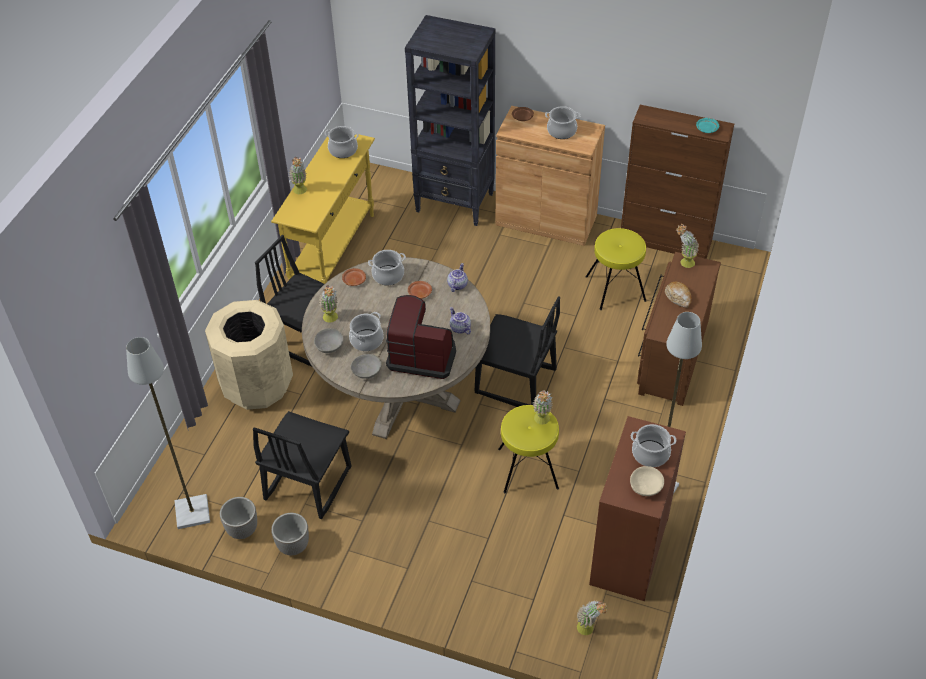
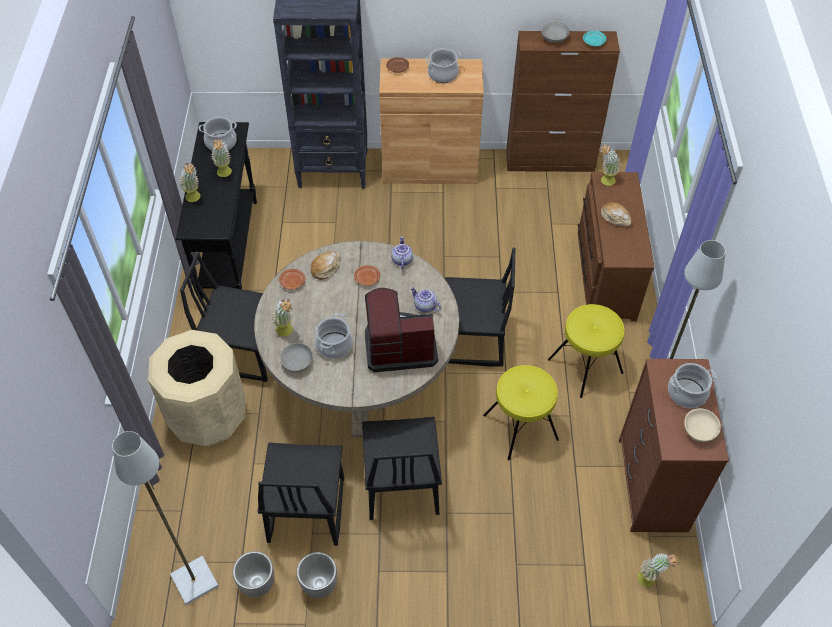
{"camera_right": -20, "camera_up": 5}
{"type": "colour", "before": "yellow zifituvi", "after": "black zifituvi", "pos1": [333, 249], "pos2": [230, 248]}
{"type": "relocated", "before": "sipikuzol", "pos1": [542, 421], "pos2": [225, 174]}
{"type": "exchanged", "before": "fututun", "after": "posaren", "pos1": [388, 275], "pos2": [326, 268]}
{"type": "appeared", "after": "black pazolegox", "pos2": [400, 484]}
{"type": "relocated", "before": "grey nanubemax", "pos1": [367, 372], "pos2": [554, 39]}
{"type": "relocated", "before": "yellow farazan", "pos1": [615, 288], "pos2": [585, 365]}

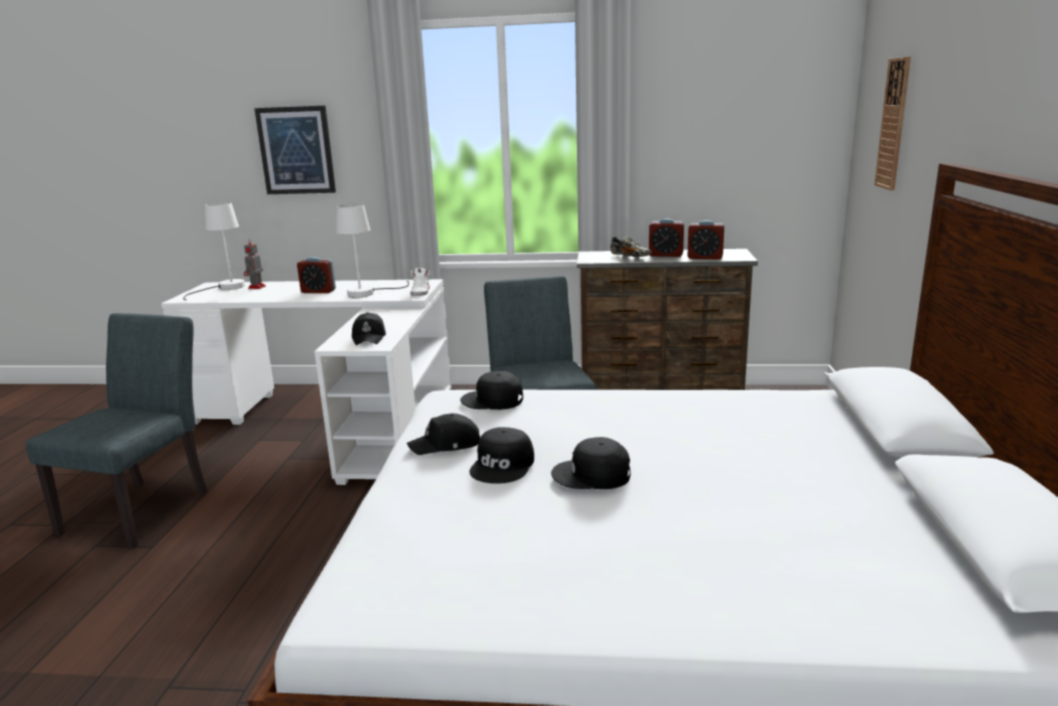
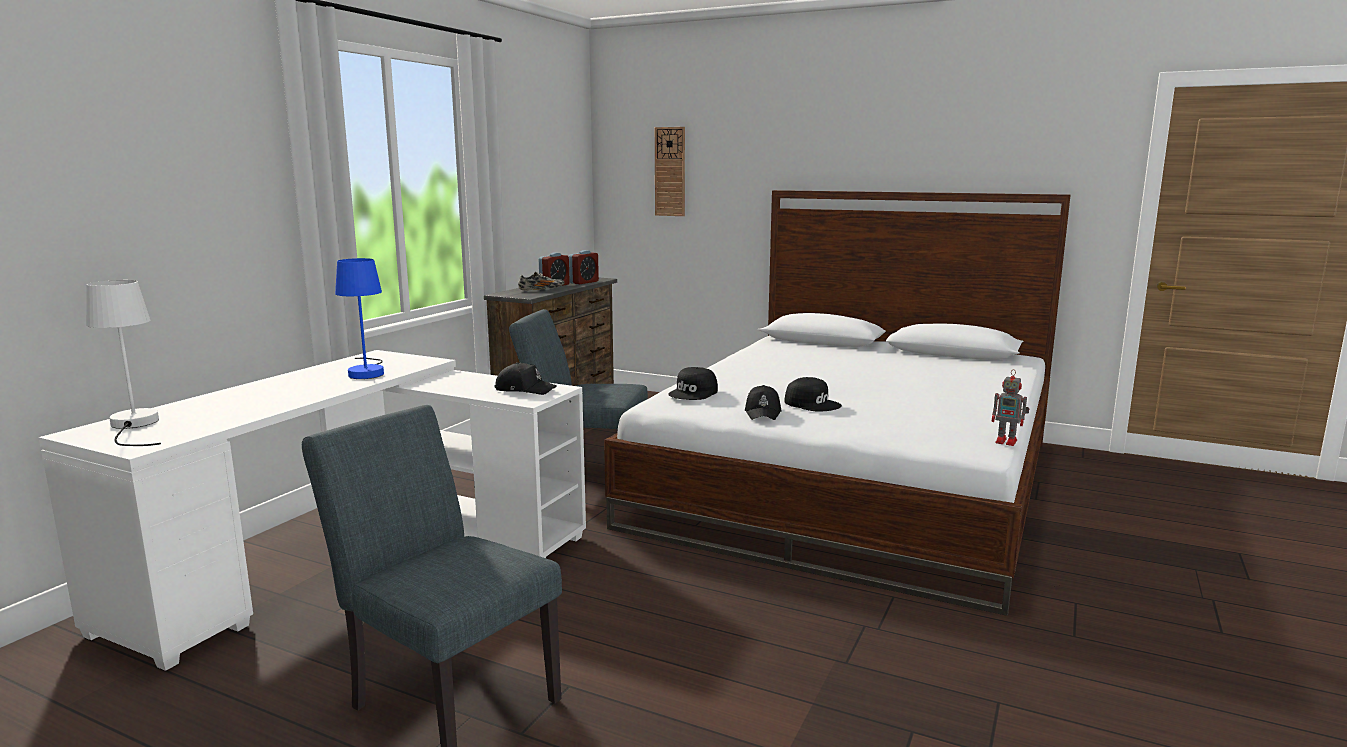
{"camera_right": -70, "camera_up": -5}
{"type": "colour", "before": "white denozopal", "after": "blue denozopal", "pos1": [368, 292], "pos2": [367, 372]}
{"type": "relocated", "before": "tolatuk", "pos1": [256, 287], "pos2": [1007, 441]}
{"type": "missing", "before": "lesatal", "pos1": [296, 150]}
{"type": "missing", "before": "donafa", "pos1": [318, 291]}
{"type": "missing", "before": "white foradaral", "pos1": [421, 292]}
{"type": "missing", "before": "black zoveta", "pos1": [592, 475]}

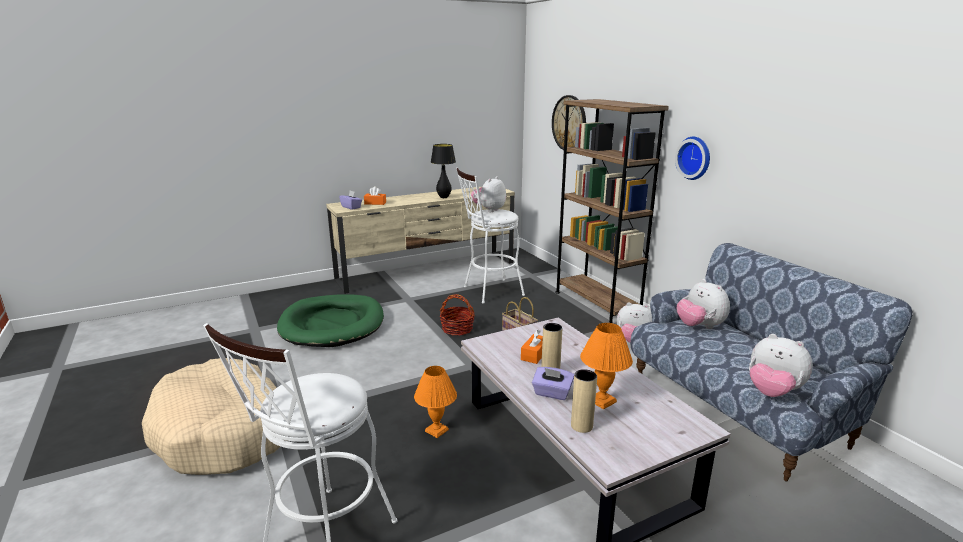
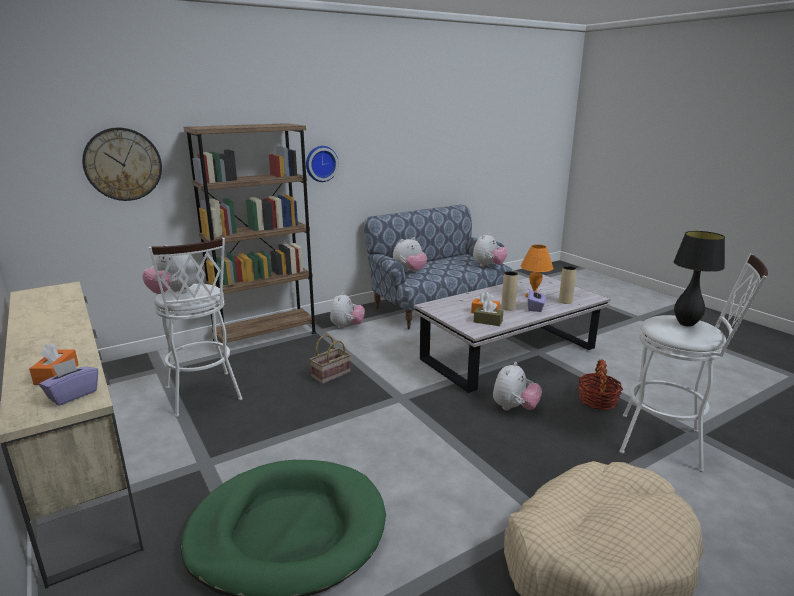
{"camera_right": -95, "camera_up": 0}
{"type": "appeared", "after": "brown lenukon", "pos2": [488, 321]}
{"type": "exchanged", "before": "orange denozopal", "after": "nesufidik", "pos1": [437, 430], "pos2": [514, 408]}
{"type": "relocated", "before": "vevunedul", "pos1": [457, 329], "pos2": [597, 400]}
{"type": "relocated", "before": "black denozopal", "pos1": [444, 197], "pos2": [686, 324]}

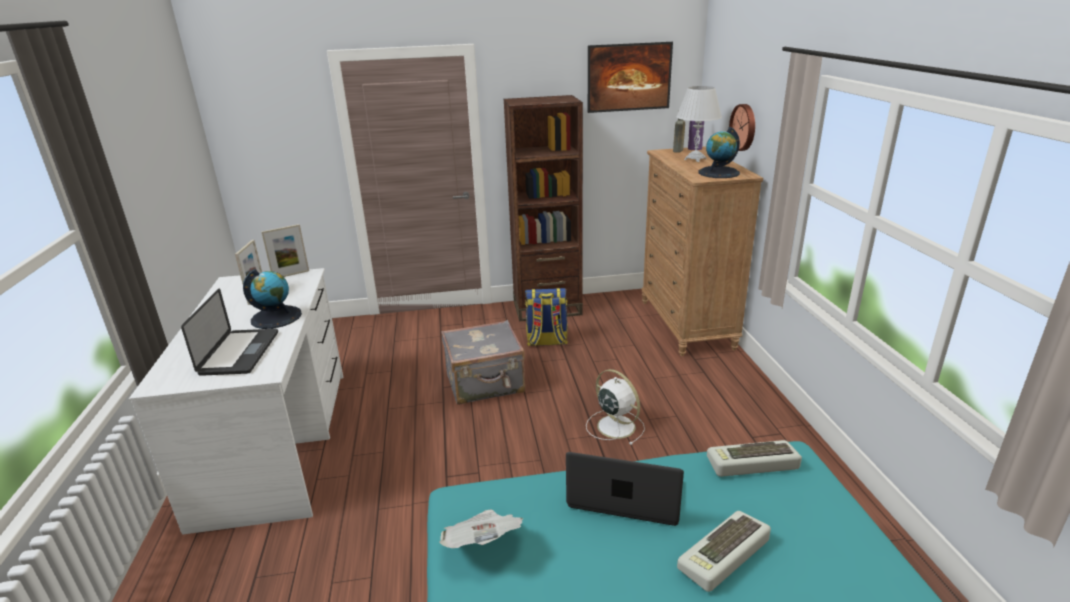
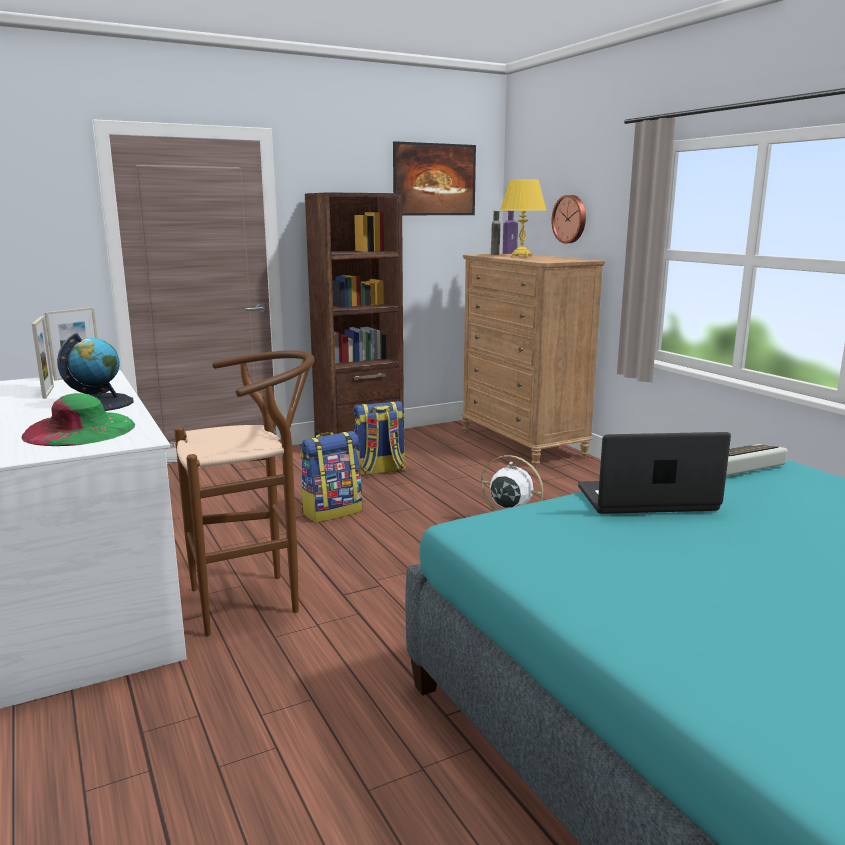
{"camera_right": -20, "camera_up": -10}
{"type": "exchanged", "before": "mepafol", "after": "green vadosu", "pos1": [240, 353], "pos2": [79, 430]}
{"type": "appeared", "after": "brown farazan", "pos2": [256, 600]}
{"type": "exchanged", "before": "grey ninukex", "after": "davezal", "pos1": [485, 384], "pos2": [332, 511]}
{"type": "colour", "before": "white denozopal", "after": "yellow denozopal", "pos1": [695, 159], "pos2": [521, 256]}
{"type": "missing", "before": "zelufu", "pos1": [482, 544]}
{"type": "missing", "before": "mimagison", "pos1": [725, 556]}
{"type": "missing", "before": "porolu", "pos1": [718, 173]}

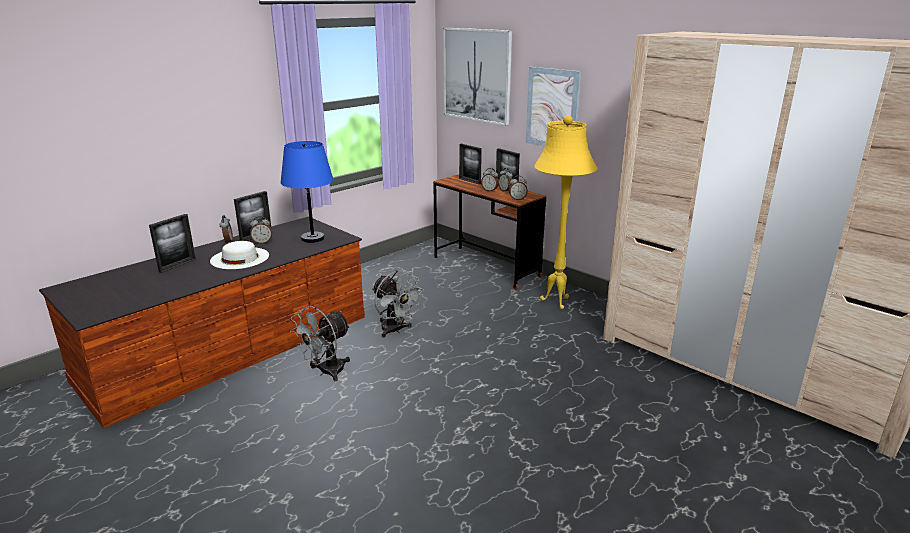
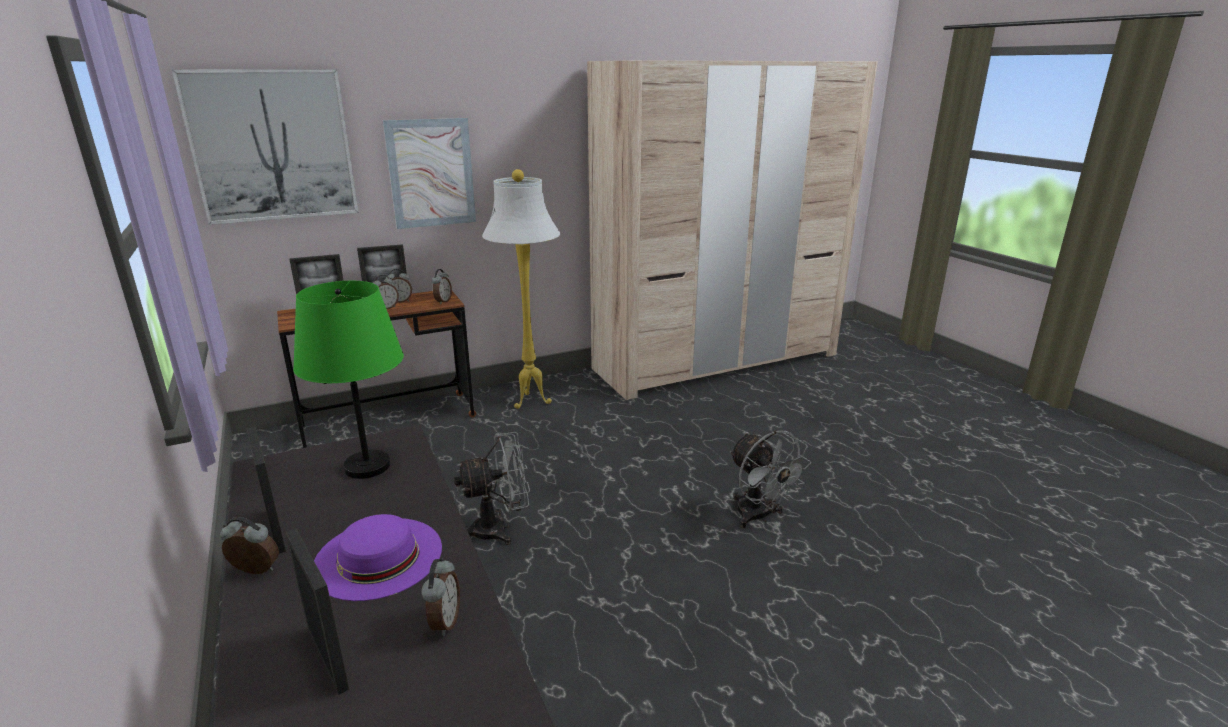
{"camera_right": -70, "camera_up": 0}
{"type": "colour", "before": "blue denozopal", "after": "green denozopal", "pos1": [313, 238], "pos2": [368, 466]}
{"type": "colour", "before": "white vadosu", "after": "purple vadosu", "pos1": [240, 258], "pos2": [378, 557]}
{"type": "relocated", "before": "donafa", "pos1": [262, 242], "pos2": [444, 622]}
{"type": "colour", "before": "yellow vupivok", "after": "white vupivok", "pos1": [555, 302], "pos2": [530, 403]}
{"type": "relocated", "before": "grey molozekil", "pos1": [326, 372], "pos2": [759, 517]}

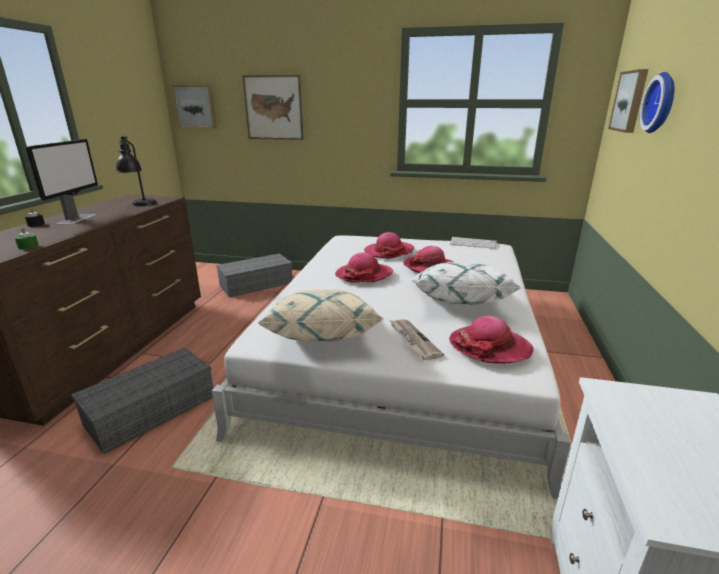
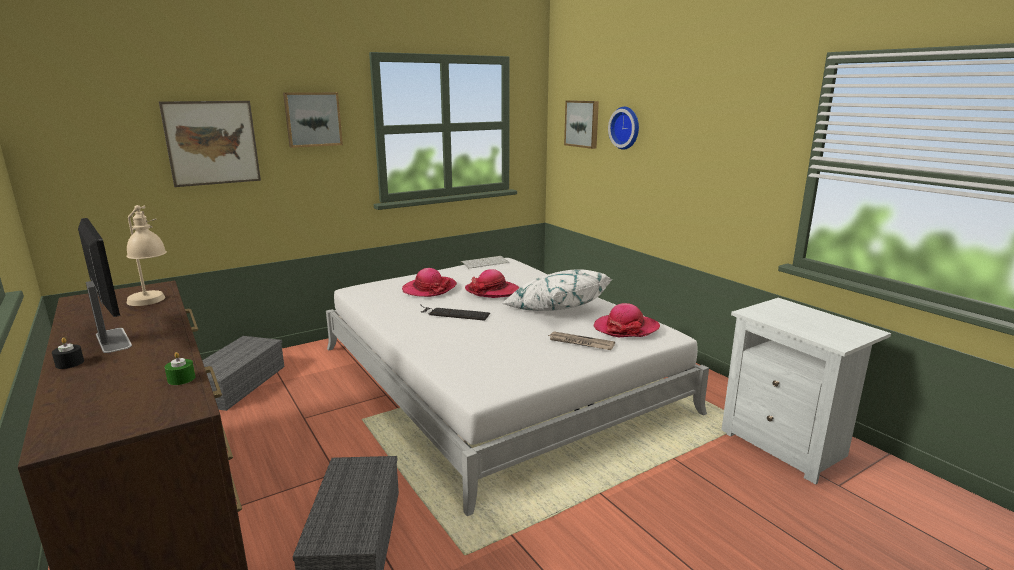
{"camera_right": -45, "camera_up": -5}
{"type": "colour", "before": "black denozopal", "after": "beige denozopal", "pos1": [141, 206], "pos2": [152, 303]}
{"type": "relocated", "before": "lesatal", "pos1": [196, 106], "pos2": [313, 119]}
{"type": "exchanged", "before": "vadosu", "after": "mimagison", "pos1": [364, 275], "pos2": [452, 313]}
{"type": "missing", "before": "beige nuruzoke", "pos1": [321, 334]}

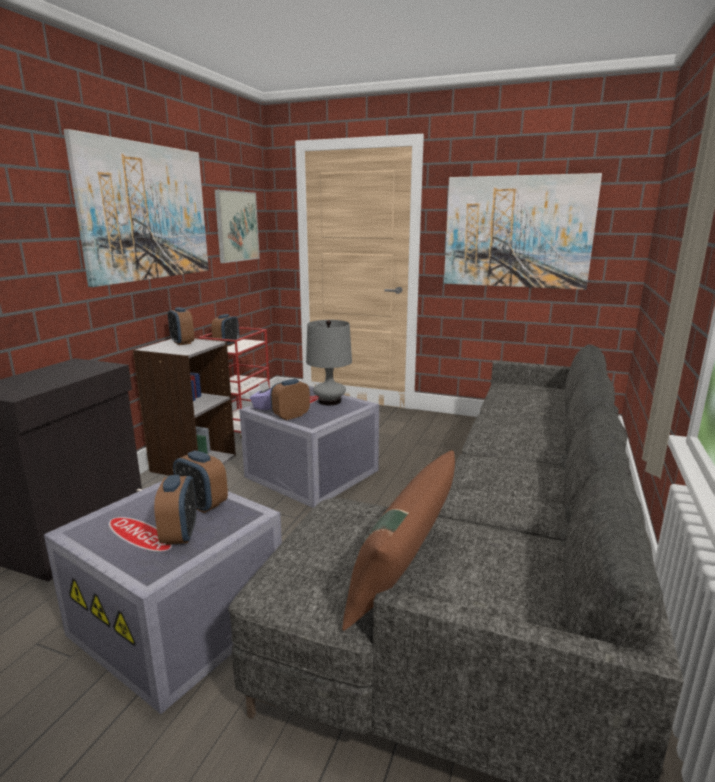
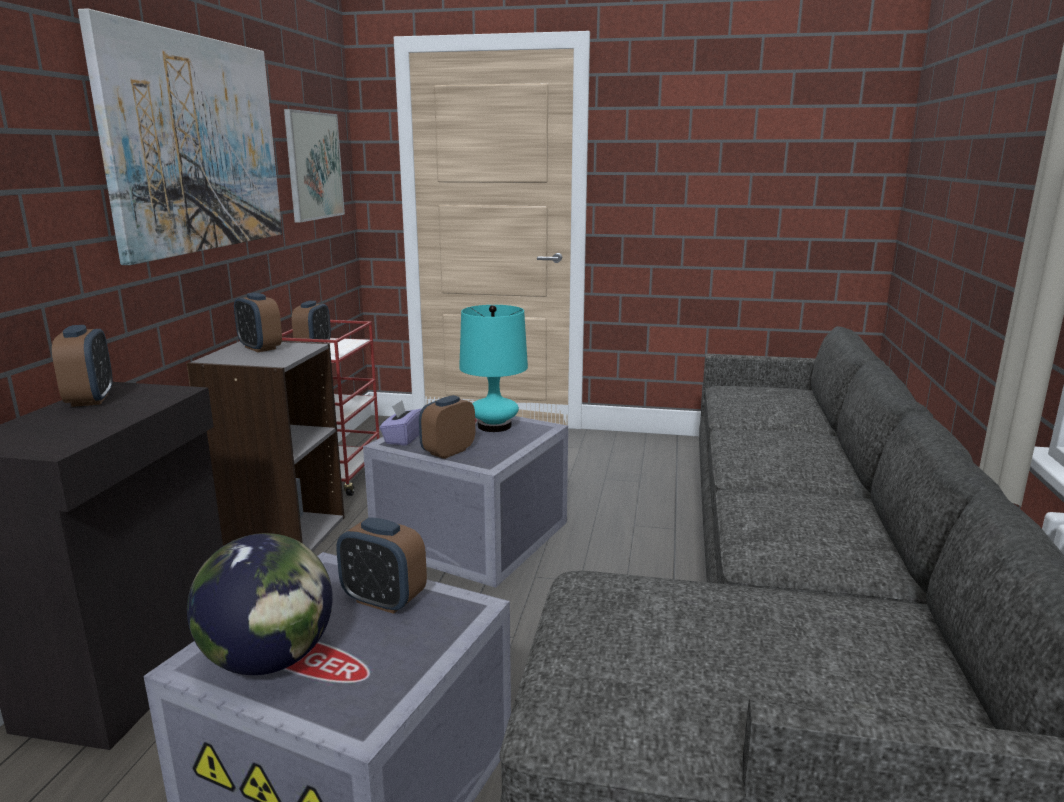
{"camera_right": -10, "camera_up": 0}
{"type": "relocated", "before": "donafa", "pos1": [180, 534], "pos2": [90, 399]}
{"type": "appeared", "after": "porolu", "pos2": [270, 660]}
{"type": "colour", "before": "grey denozopal", "after": "turquoise denozopal", "pos1": [329, 401], "pos2": [494, 426]}
{"type": "missing", "before": "brown nuruzoke", "pos1": [403, 571]}
{"type": "missing", "before": "lesatal", "pos1": [517, 232]}

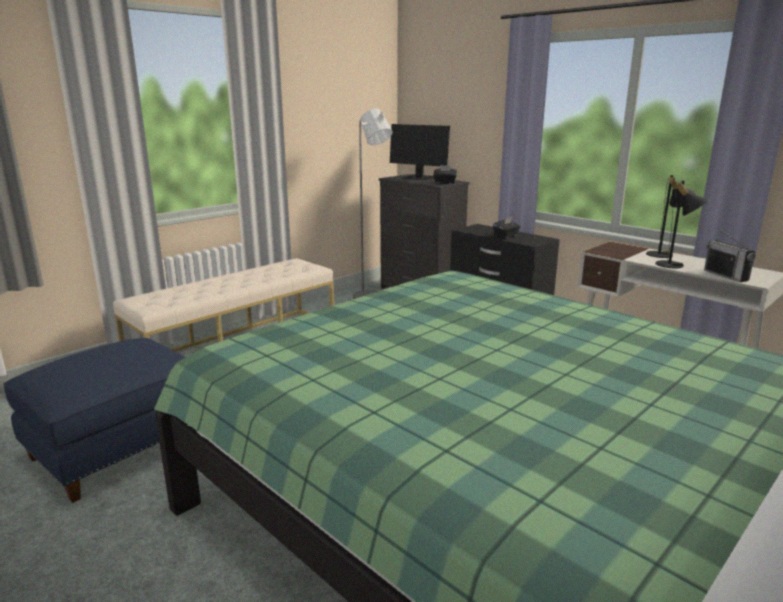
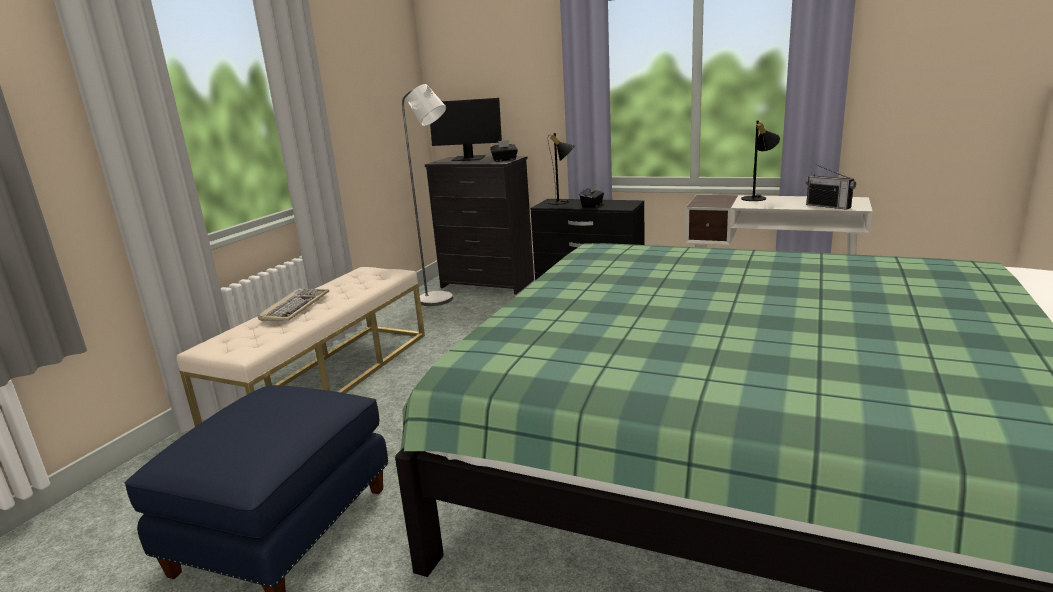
{"camera_right": -20, "camera_up": 0}
{"type": "appeared", "after": "mimagison", "pos2": [295, 307]}
{"type": "relocated", "before": "black denozopal", "pos1": [674, 265], "pos2": [562, 202]}

